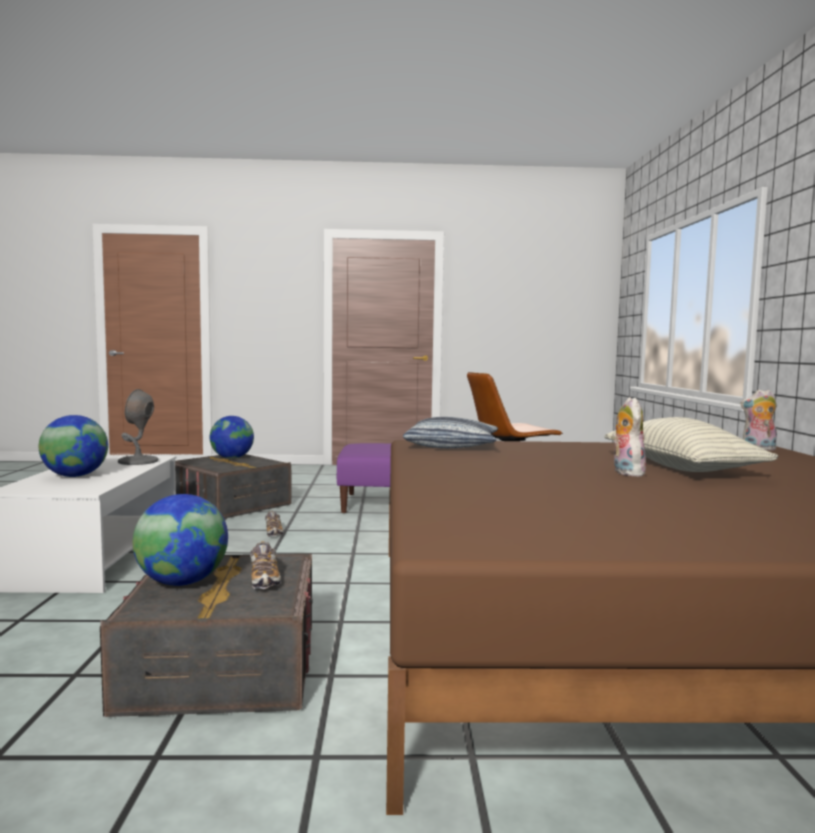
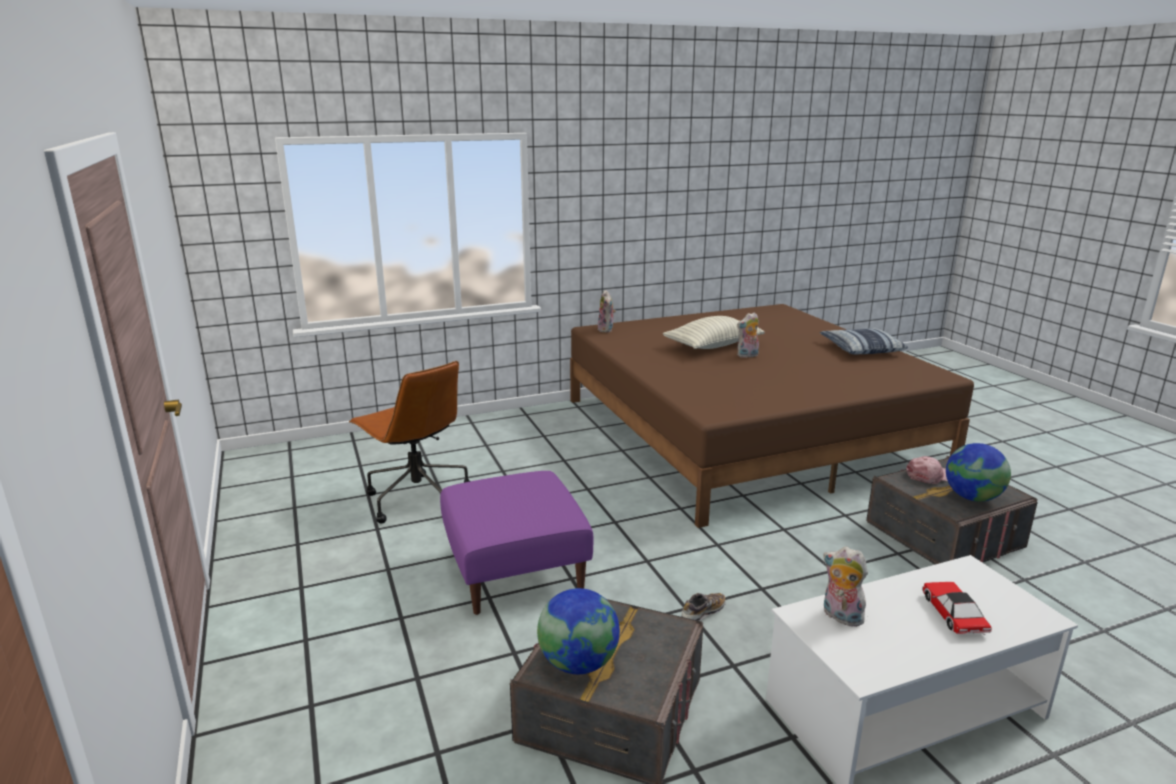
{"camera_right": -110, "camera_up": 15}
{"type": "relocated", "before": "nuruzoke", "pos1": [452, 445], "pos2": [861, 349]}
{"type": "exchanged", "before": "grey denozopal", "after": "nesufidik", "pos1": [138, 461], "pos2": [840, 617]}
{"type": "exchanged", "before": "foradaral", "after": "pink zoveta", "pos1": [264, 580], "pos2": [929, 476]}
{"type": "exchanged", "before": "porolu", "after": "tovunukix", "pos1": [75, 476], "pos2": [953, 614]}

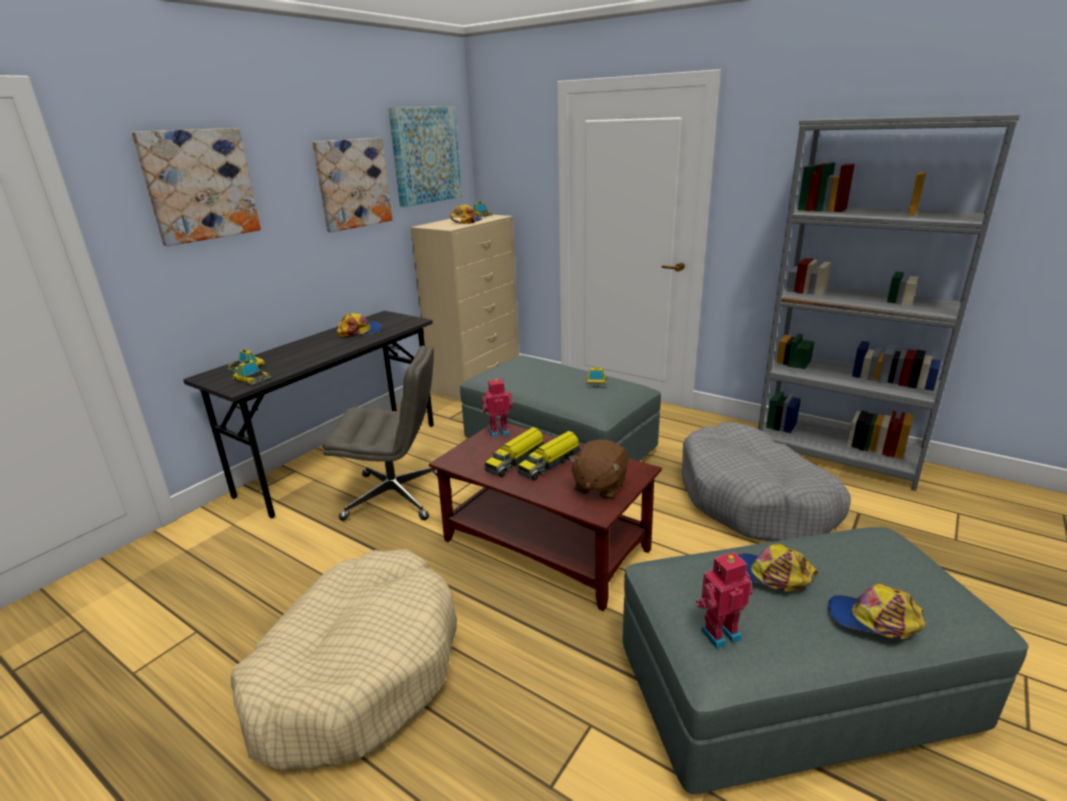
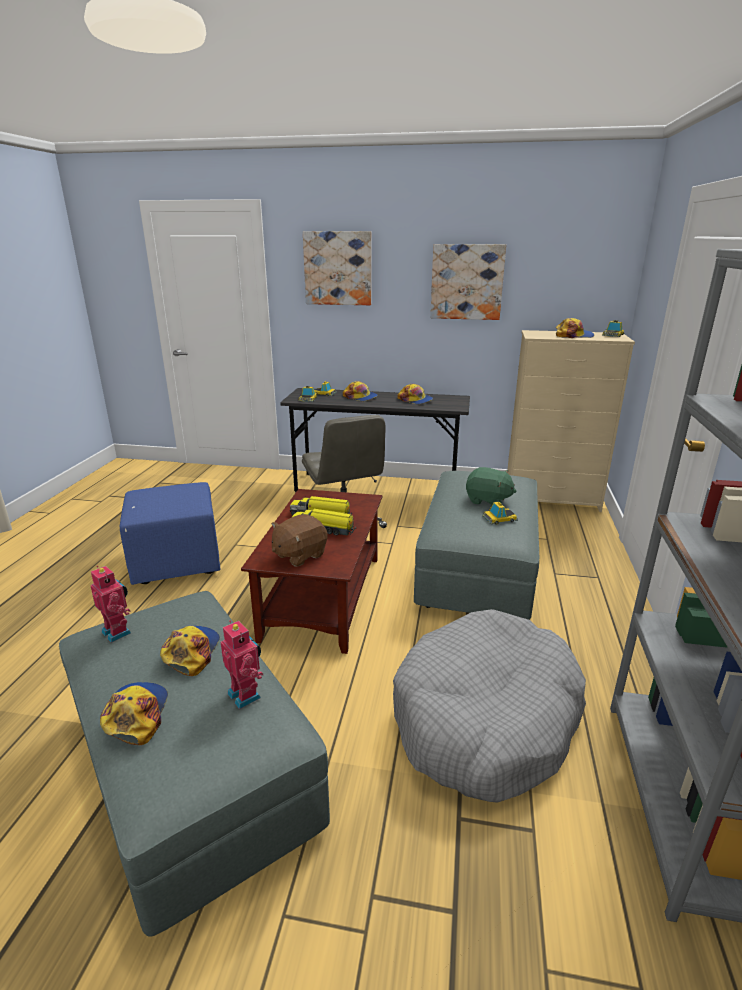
{"camera_right": 65, "camera_up": 0}
{"type": "exchanged", "before": "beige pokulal", "after": "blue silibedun", "pos1": [357, 670], "pos2": [175, 562]}
{"type": "relocated", "before": "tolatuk", "pos1": [498, 432], "pos2": [246, 694]}
{"type": "spun", "before": "brown nesufidik", "pos1": [599, 486], "pos2": [299, 555], "turn": -45}
{"type": "appeared", "after": "zoveta", "pos2": [360, 397]}
{"type": "appeared", "after": "green nesufidik", "pos2": [488, 500]}
{"type": "missing", "before": "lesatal", "pos1": [426, 155]}

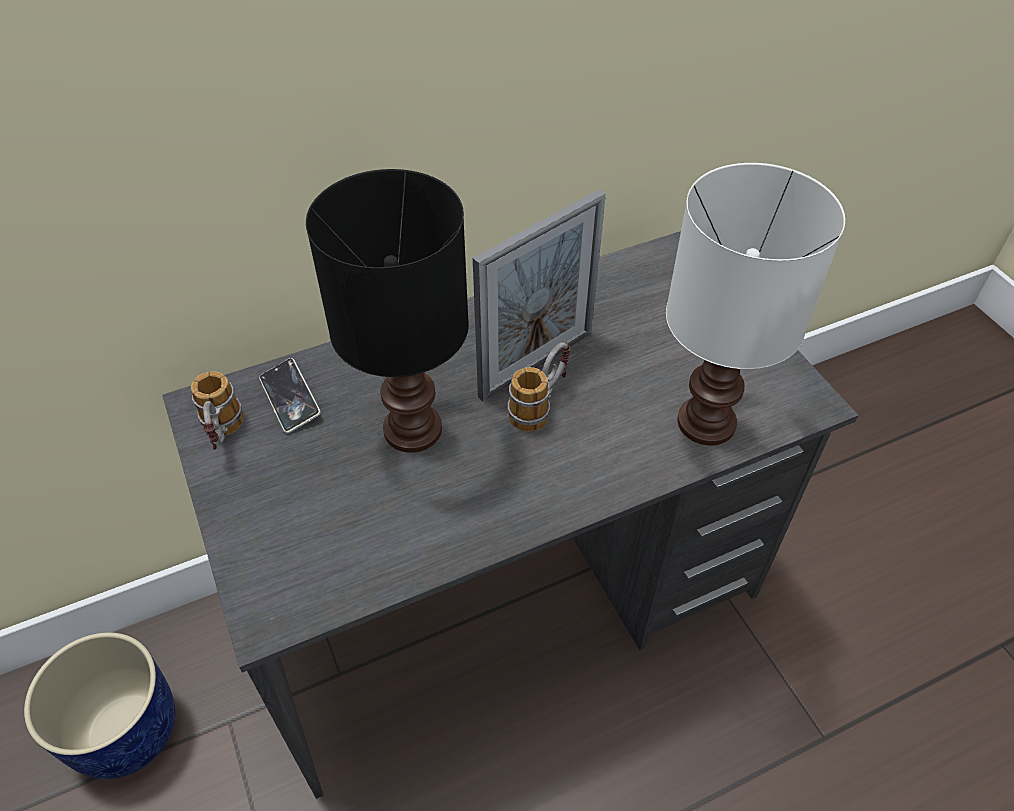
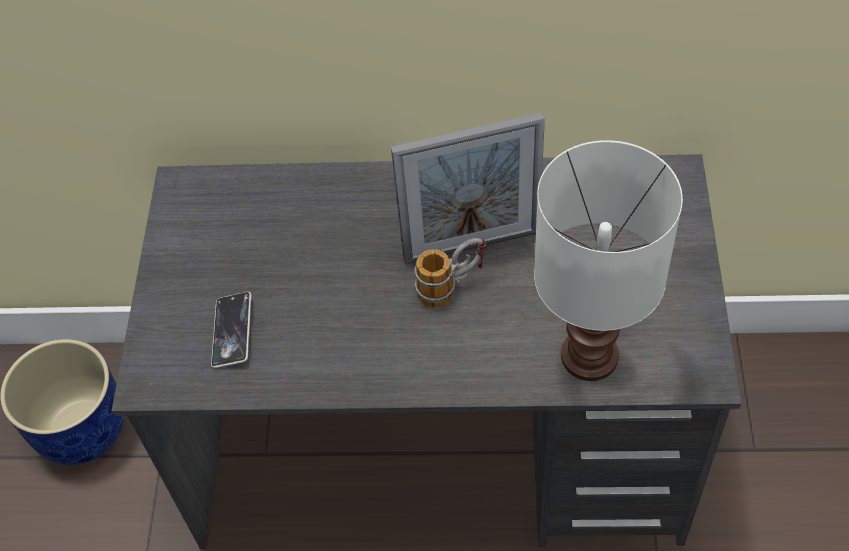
{"camera_right": 30, "camera_up": 5}
{"type": "relocated", "before": "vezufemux", "pos1": [290, 399], "pos2": [232, 332]}
{"type": "missing", "before": "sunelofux", "pos1": [224, 436]}
{"type": "missing", "before": "black denozopal", "pos1": [414, 428]}

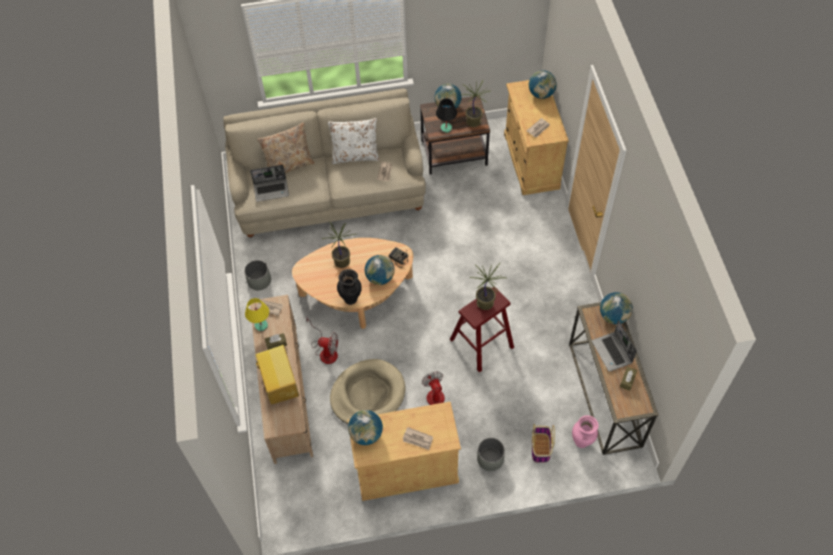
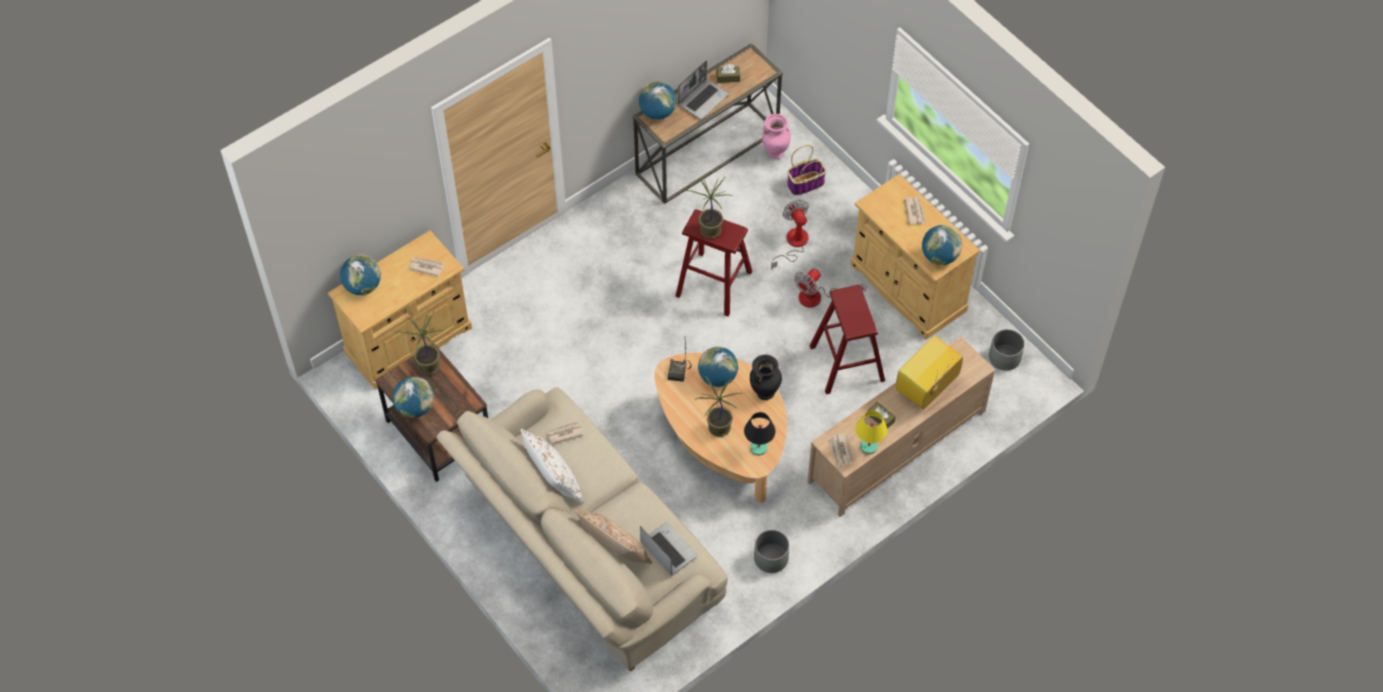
{"camera_right": -120, "camera_up": 0}
{"type": "relocated", "before": "black denozopal", "pos1": [446, 128], "pos2": [758, 448]}
{"type": "relocated", "before": "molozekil", "pos1": [325, 350], "pos2": [793, 244]}
{"type": "exchanged", "before": "beige pokulal", "after": "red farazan", "pos1": [367, 394], "pos2": [847, 363]}
{"type": "relocated", "before": "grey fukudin", "pos1": [490, 459], "pos2": [1004, 357]}

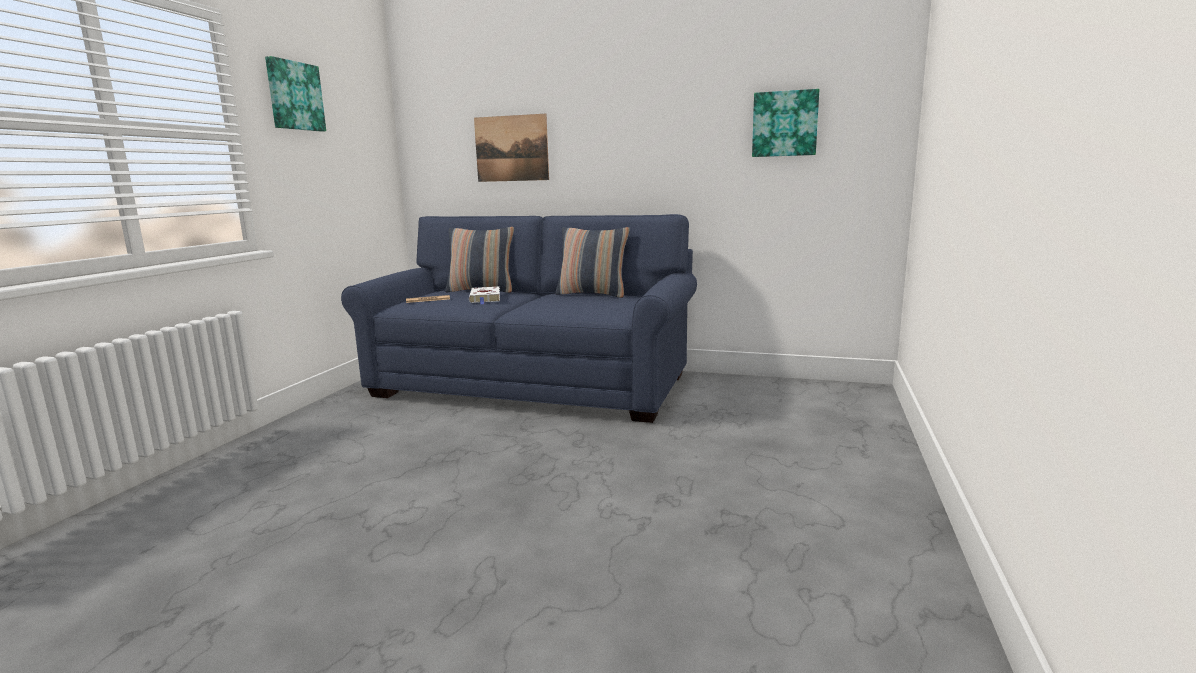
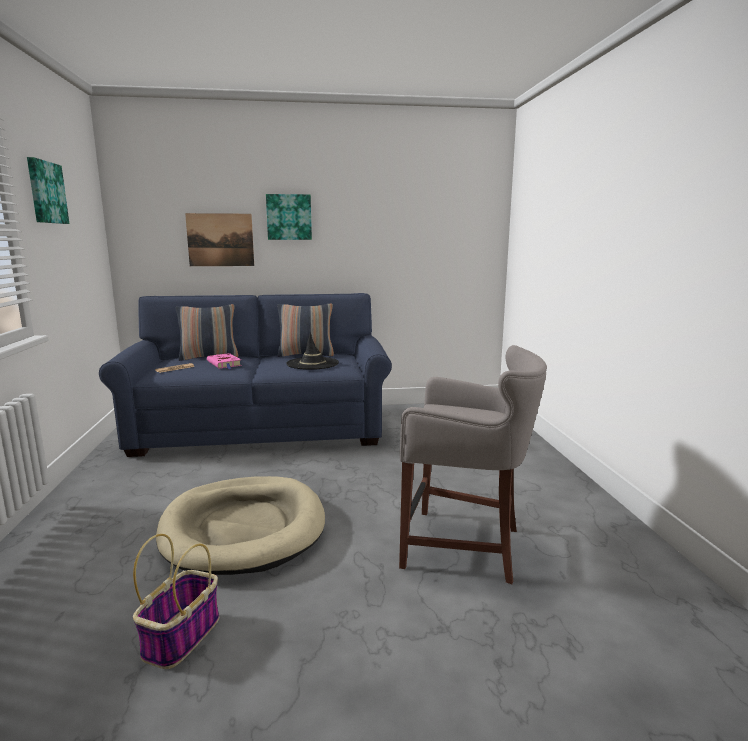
{"camera_right": -25, "camera_up": 0}
{"type": "appeared", "after": "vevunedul", "pos2": [182, 636]}
{"type": "appeared", "after": "beige pokulal", "pos2": [243, 528]}
{"type": "colour", "before": "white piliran", "after": "pink piliran", "pos1": [485, 298], "pos2": [224, 364]}
{"type": "relocated", "before": "lesatal", "pos1": [785, 124], "pos2": [289, 217]}
{"type": "appeared", "after": "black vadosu", "pos2": [312, 363]}
{"type": "appeared", "after": "grey farazan", "pos2": [466, 546]}

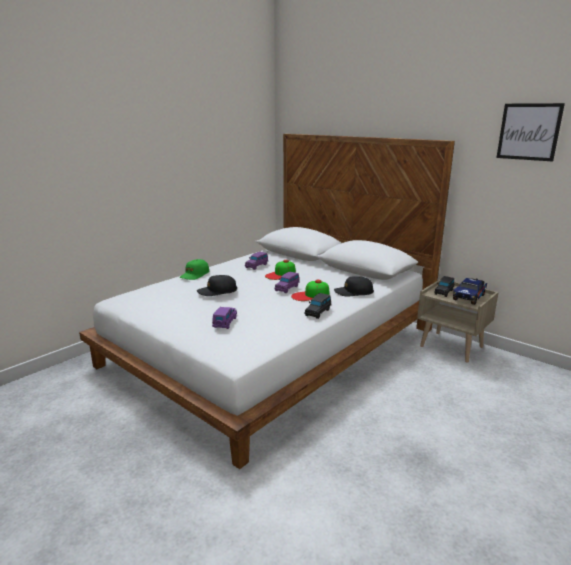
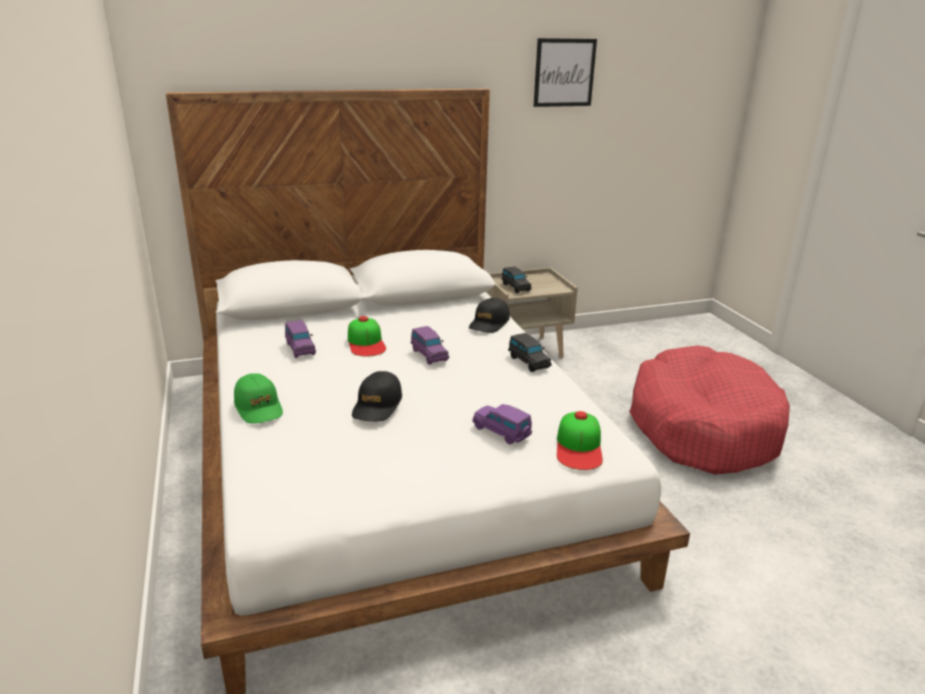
{"camera_right": -60, "camera_up": 5}
{"type": "relocated", "before": "zoveta", "pos1": [310, 295], "pos2": [579, 447]}
{"type": "appeared", "after": "red pokulal", "pos2": [702, 427]}
{"type": "missing", "before": "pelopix", "pos1": [469, 297]}

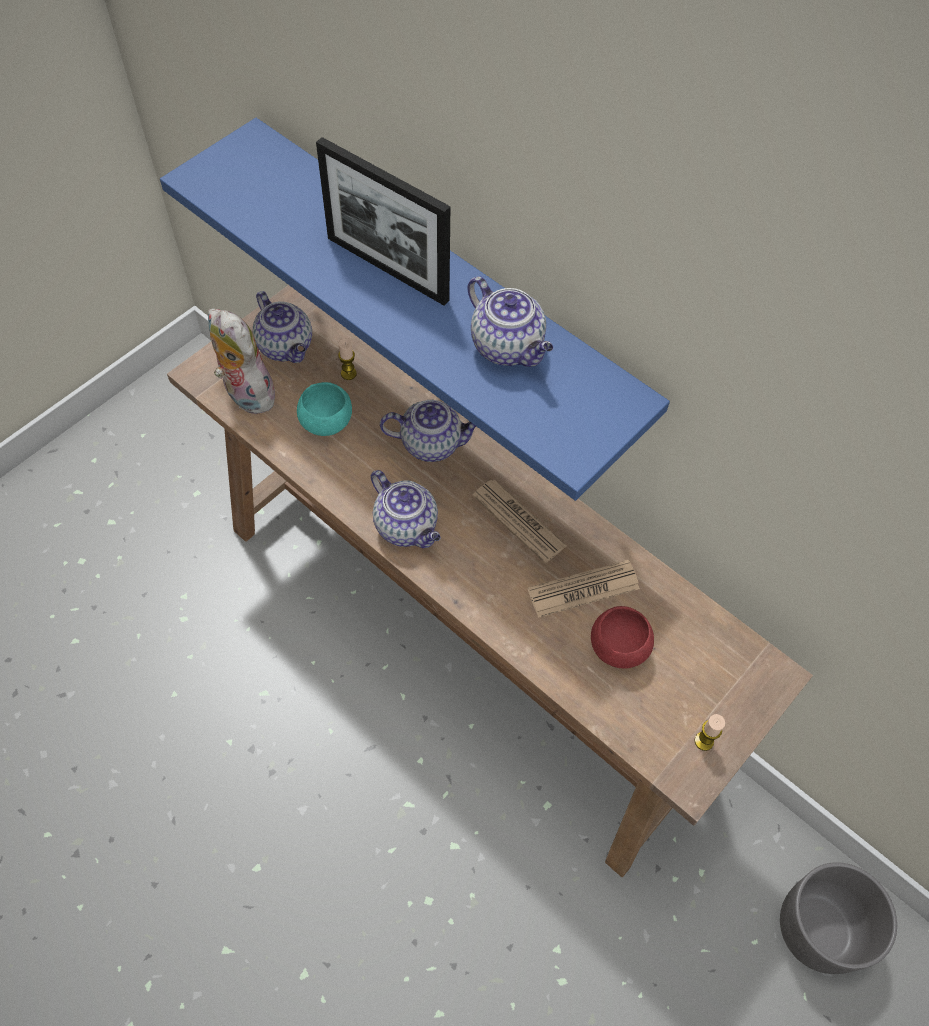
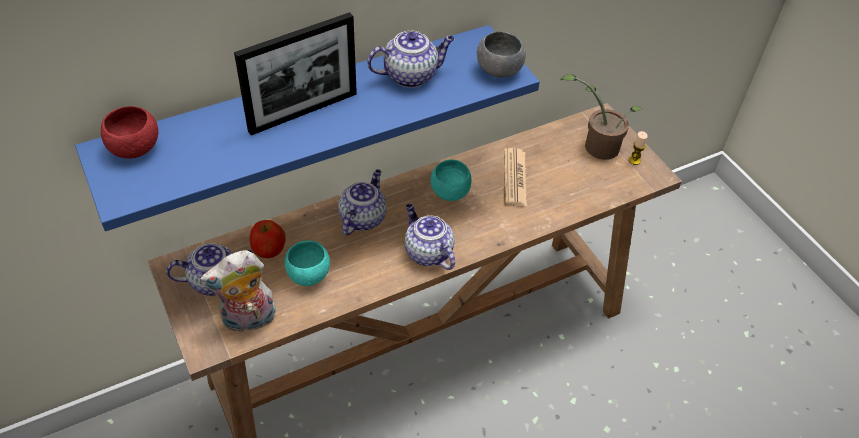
{"camera_right": -70, "camera_up": -10}
{"type": "relocated", "before": "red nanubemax", "pos1": [618, 647], "pos2": [134, 148]}
{"type": "exchanged", "before": "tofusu", "after": "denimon", "pos1": [348, 373], "pos2": [268, 248]}
{"type": "spun", "before": "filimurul", "pos1": [407, 527], "pos2": [427, 252], "turn": -105}
{"type": "exchanged", "before": "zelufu", "after": "turquoise nanubemax", "pos1": [519, 521], "pos2": [450, 192]}
{"type": "appeared", "after": "grey nanubemax", "pos2": [499, 70]}
{"type": "appeared", "after": "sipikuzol", "pos2": [596, 145]}
{"type": "missing", "before": "grey fukudin", "pos1": [819, 929]}

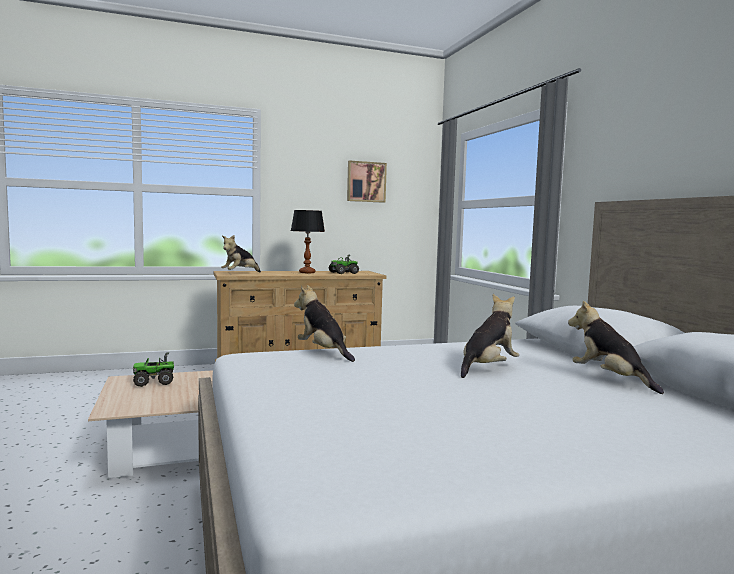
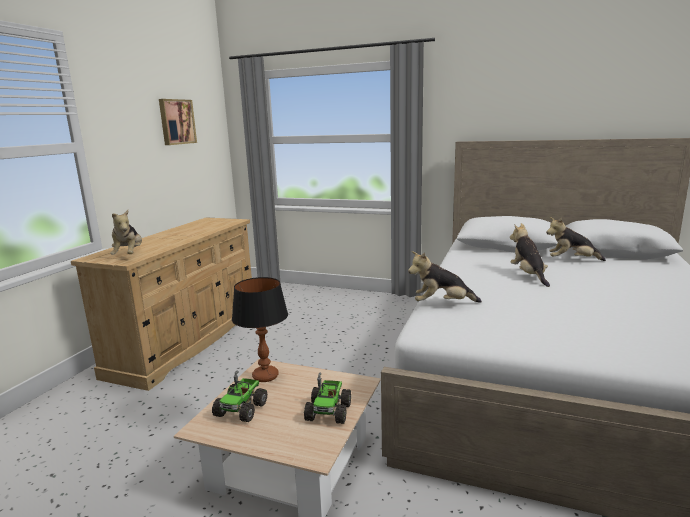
{"camera_right": -50, "camera_up": 10}
{"type": "relocated", "before": "denozopal", "pos1": [307, 272], "pos2": [265, 376]}
{"type": "relocated", "before": "pelopix", "pos1": [344, 273], "pos2": [329, 411]}

